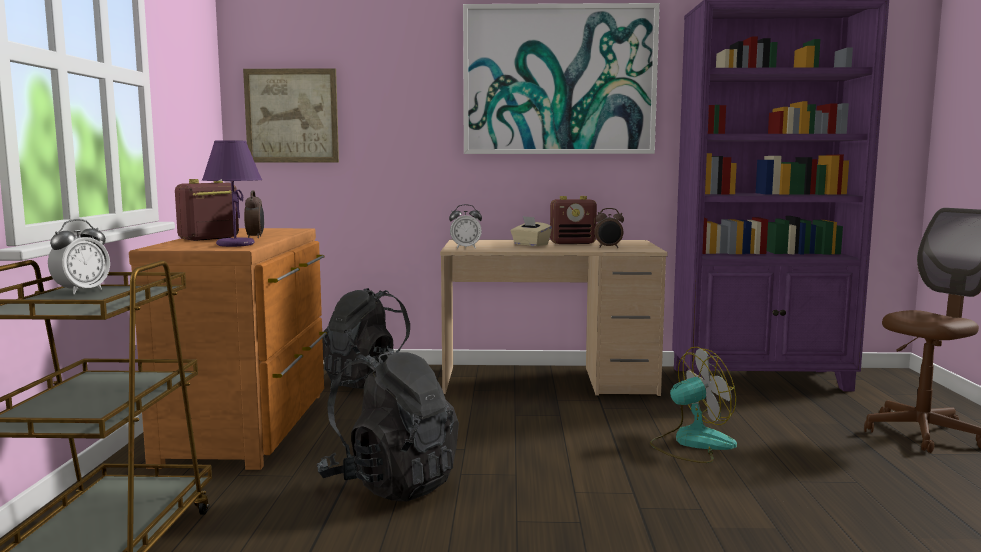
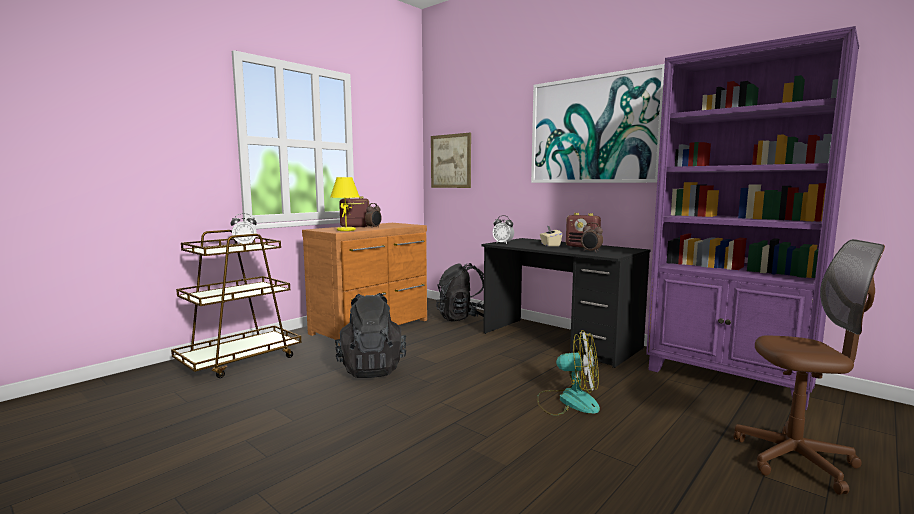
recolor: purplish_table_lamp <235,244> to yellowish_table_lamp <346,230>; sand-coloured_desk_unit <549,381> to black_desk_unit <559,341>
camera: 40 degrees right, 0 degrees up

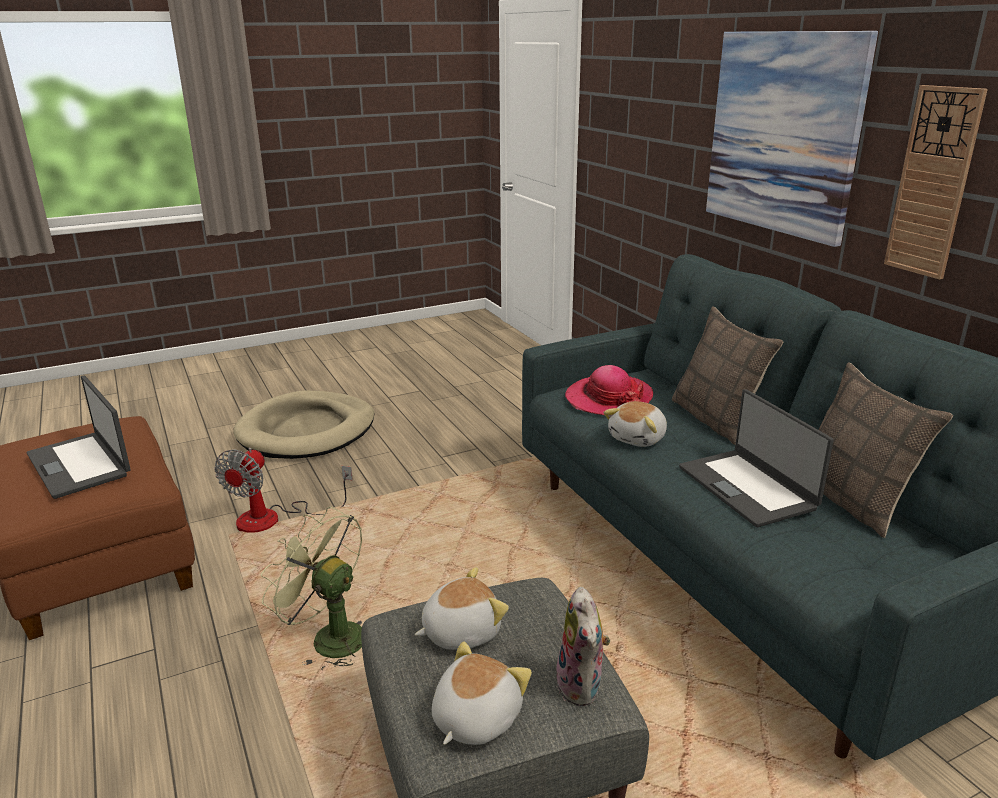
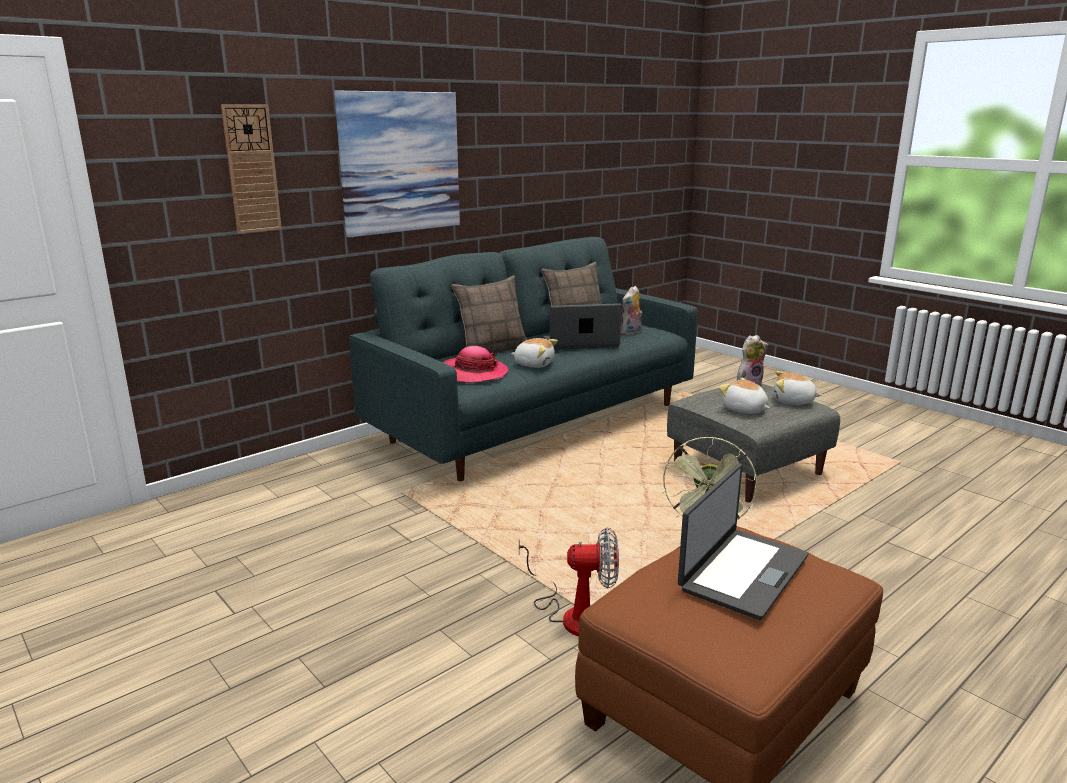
delete: sand-coloured_pet_bed <307,430>
insert: cuddly_toy <631,333>
move: clock_on_the_wall <933,183> to <251,169>
rotate: notebook_computer <748,487> = <581,343> 150 degrees counterclockwise
camera: 105 degrees left, 5 degrees down

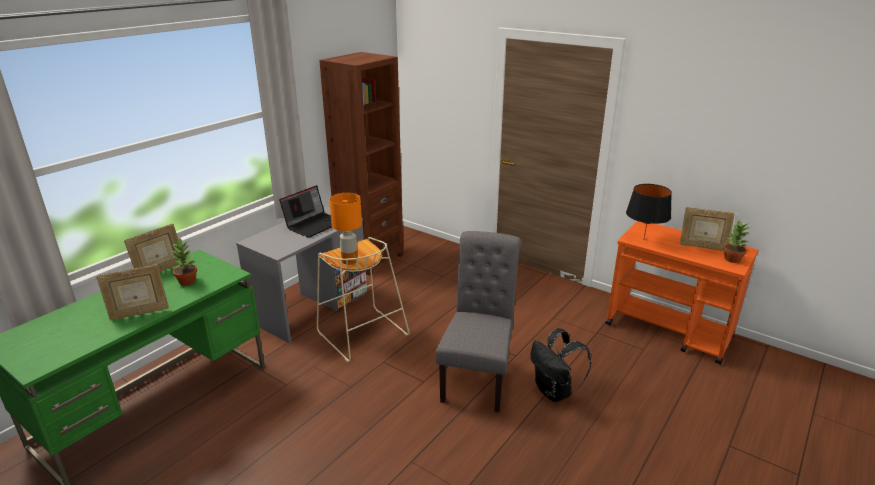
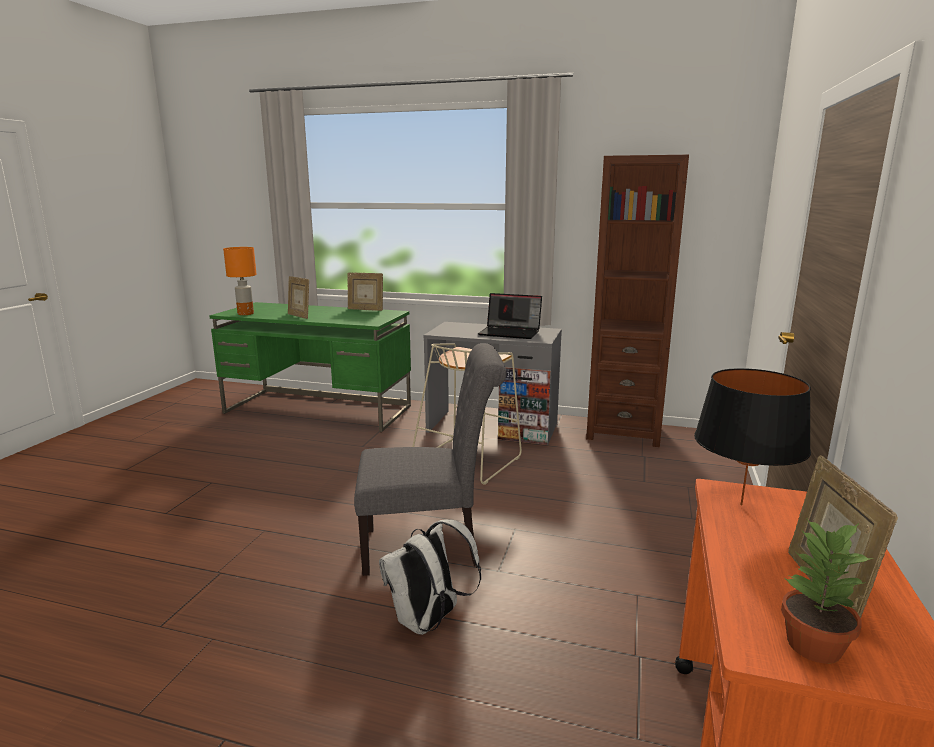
delete: plant_in_a_pot <188,281>
move: orangey_table_lamp <349,261> to <245,314>
recolor: black_rucksack <555,392> to white_rucksack <428,621>
camera: 70 degrees right, 10 degrees down

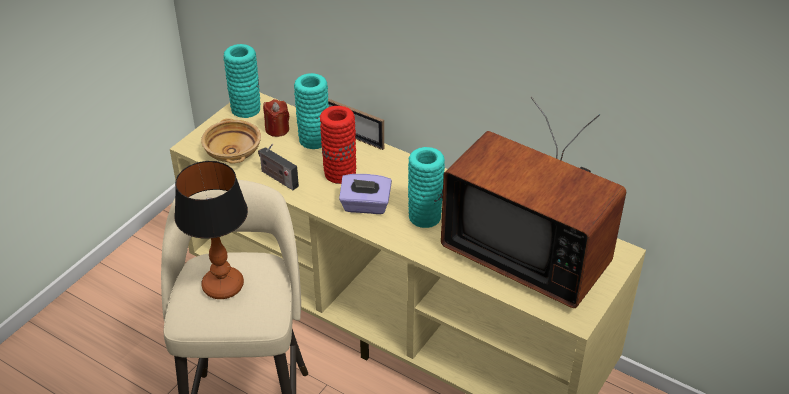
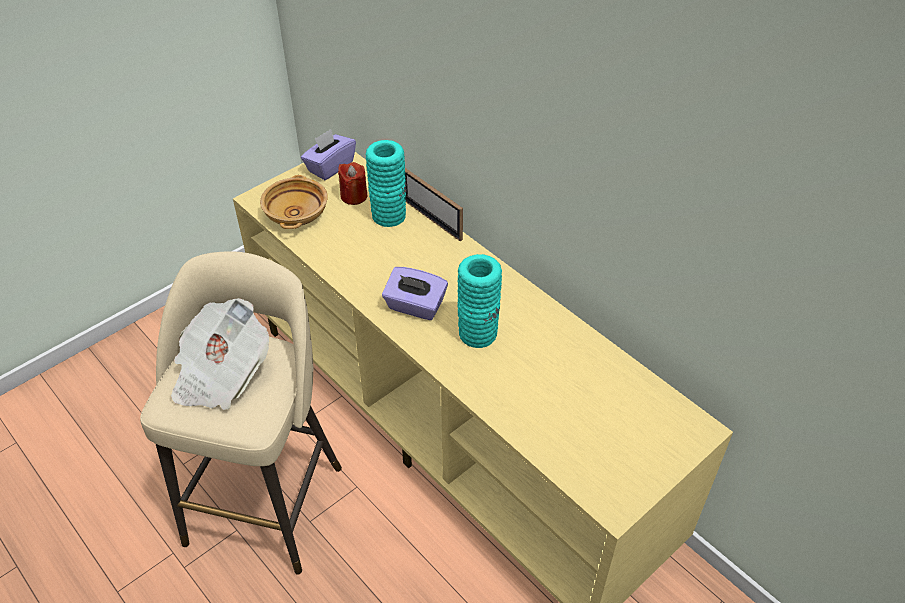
delete: radio_receiver <277,178>; red_flower_vase <340,173>; TV_set <529,253>
replace: table_lamp <223,286> to printed_paper <221,374>; turquoise-coloured_flower_vase <246,109> to purplish_tissue_box <330,167>
camera: 15 degrees right, 5 degrees up

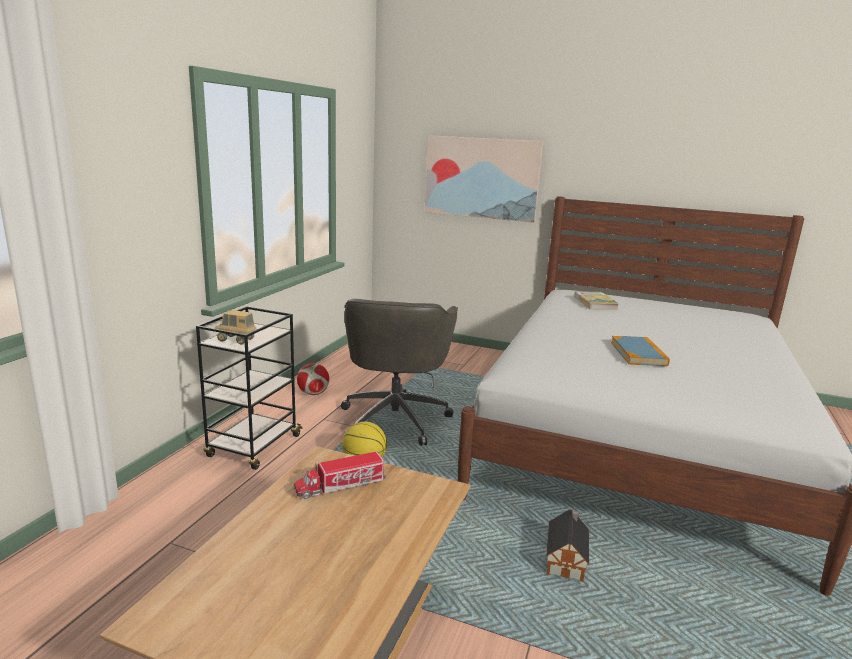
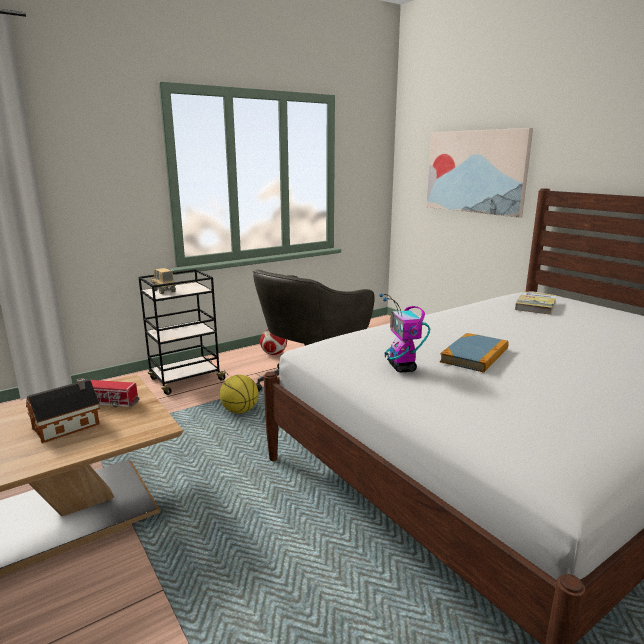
insert: robot_figure <402,368>
move: model_house <566,560> to <69,425>
camera: 35 degrees right, 0 degrees up

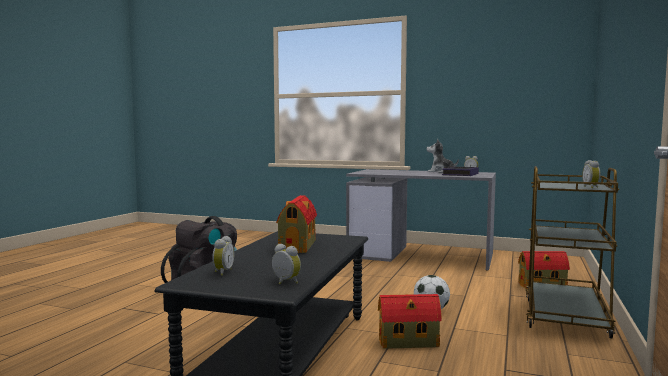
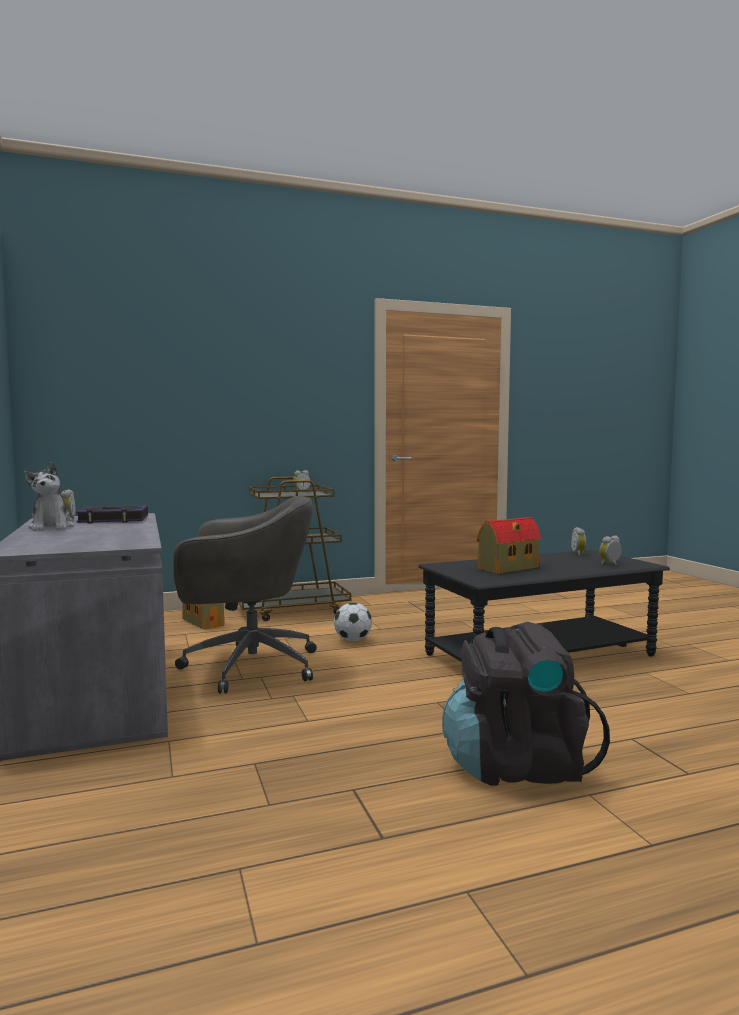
delete: model_house <410,342>
insert: grey_office_chair <247,666>
camera: 130 degrees left, 0 degrees up

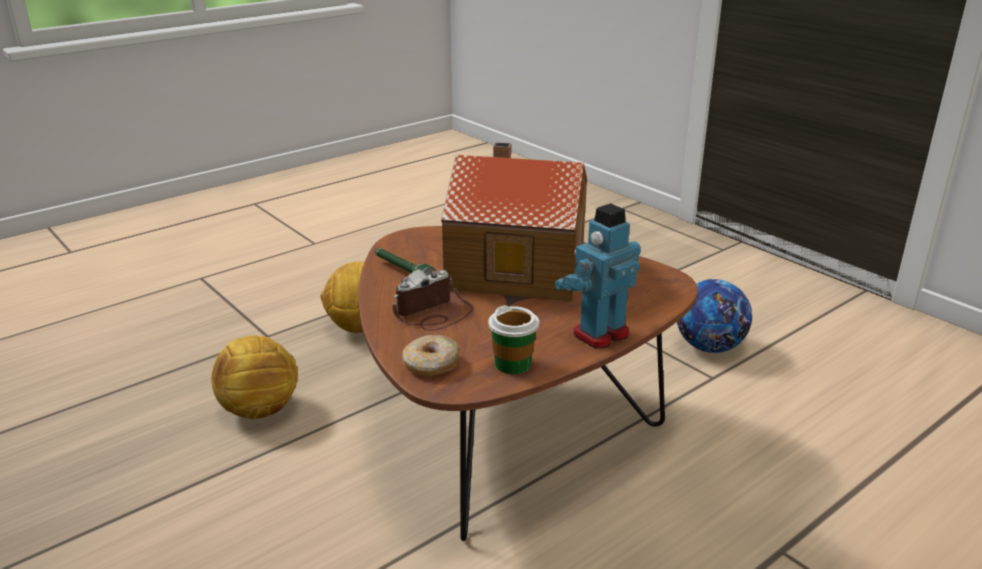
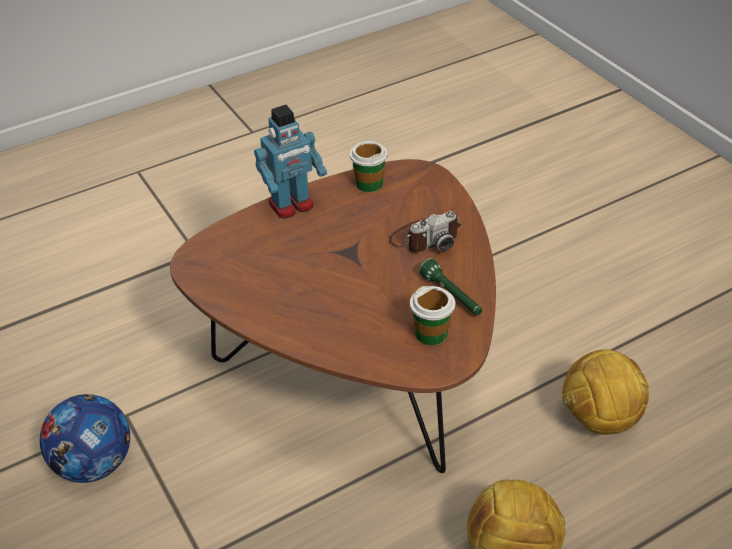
delete: doughnut <431,364>; model_house <515,265>
insert: cup <431,333>
camera: 170 degrees left, 15 degrees up

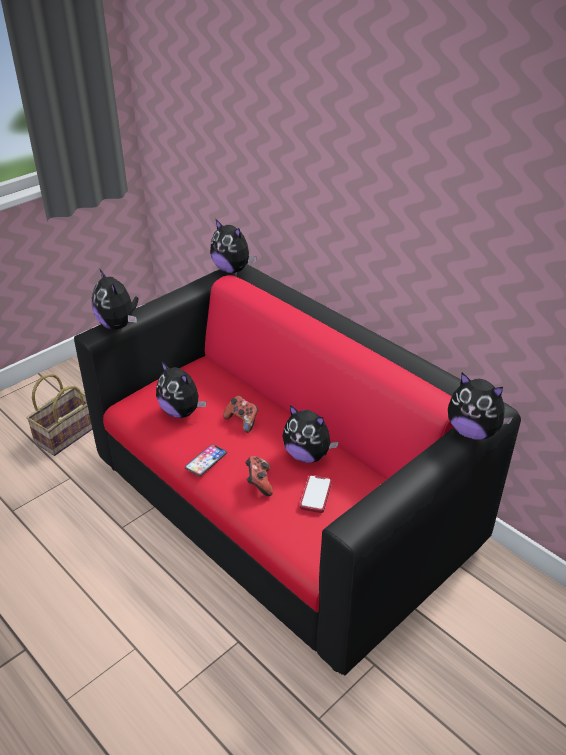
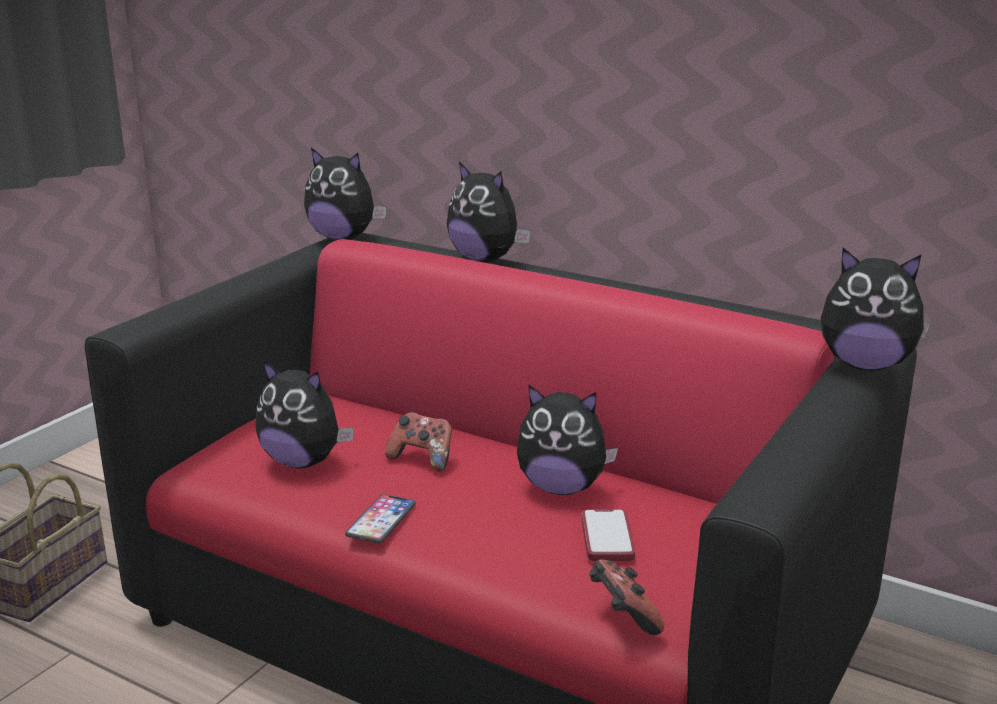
move: cuddly_toy <118,325> to <485,259>; joypad <259,483> to <622,617>
camera: 15 degrees left, 15 degrees down

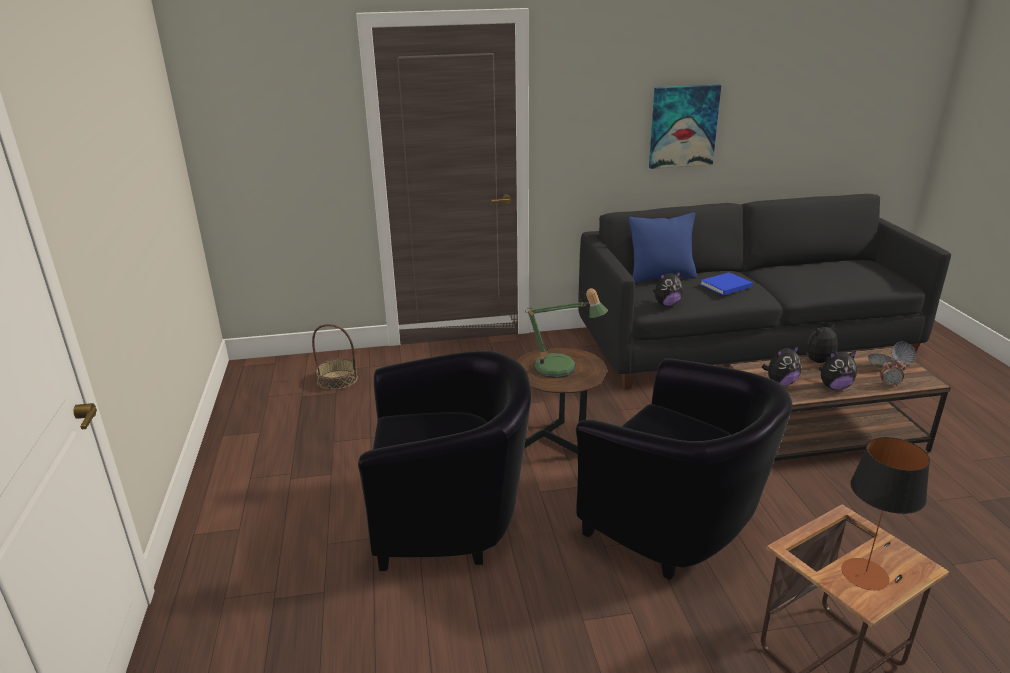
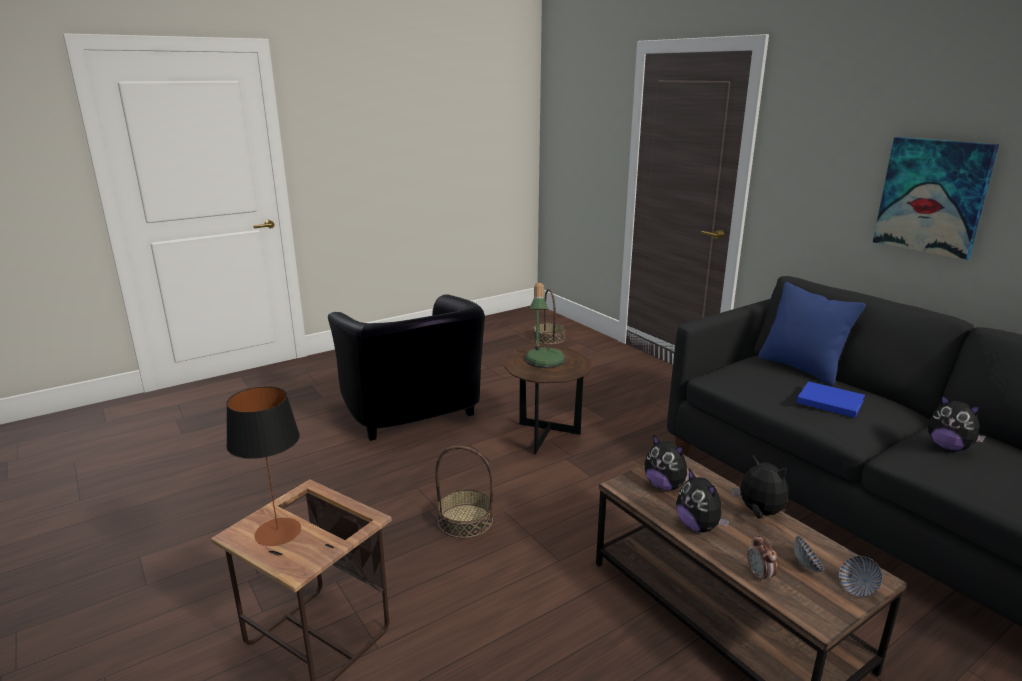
move: cuddly_toy <666,304> to <949,447>
replace: black_armchair <677,526> to basket <465,521>
camera: 65 degrees right, 5 degrees down

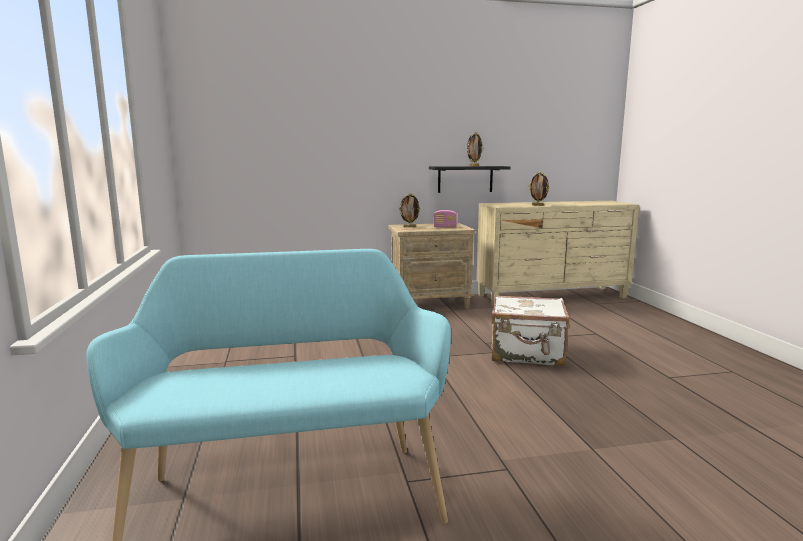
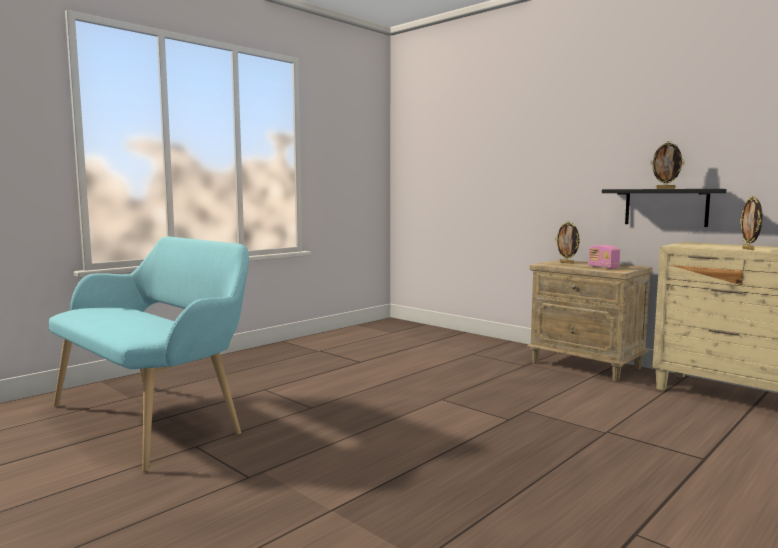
delete: white_travel_case <527,354>
camera: 55 degrees right, 5 degrees down

